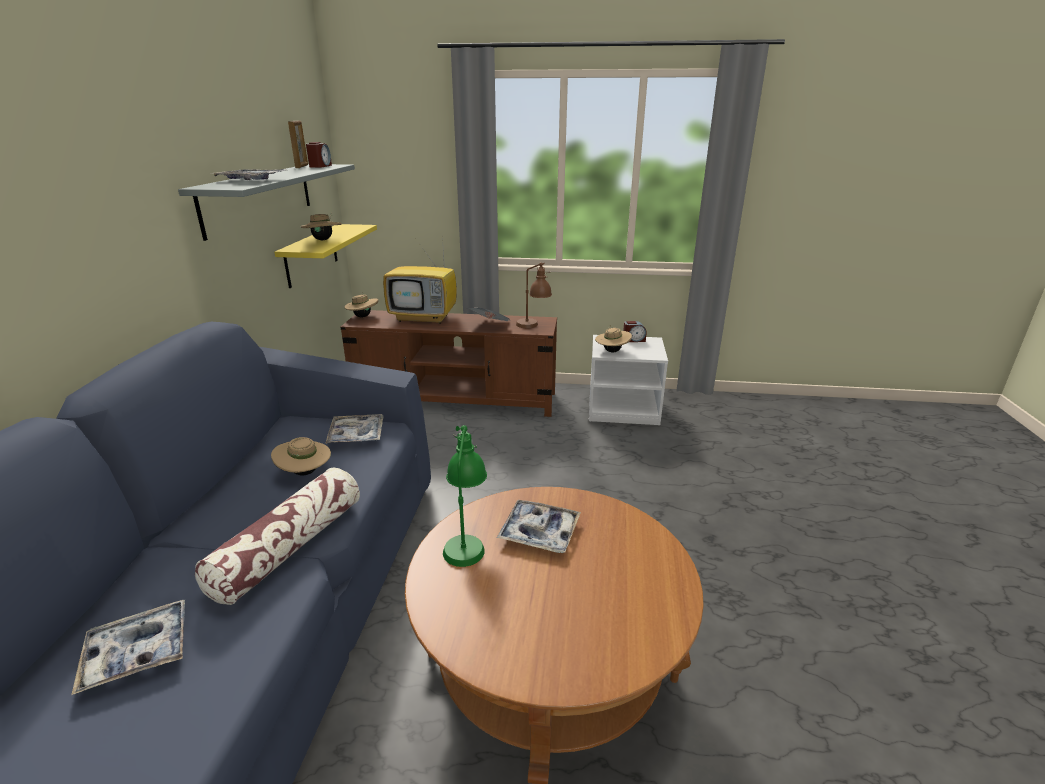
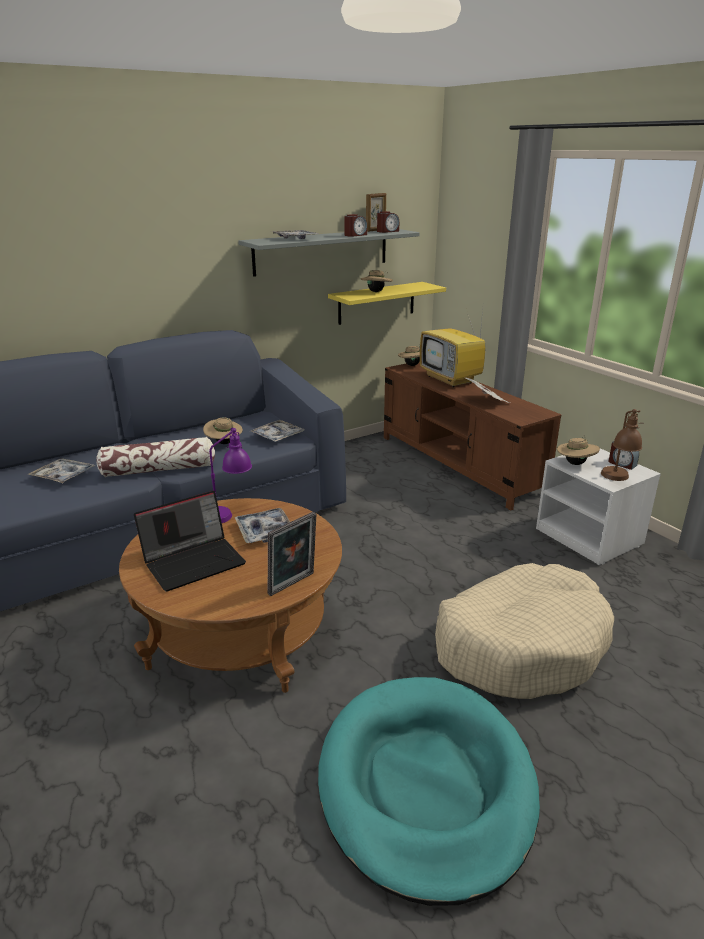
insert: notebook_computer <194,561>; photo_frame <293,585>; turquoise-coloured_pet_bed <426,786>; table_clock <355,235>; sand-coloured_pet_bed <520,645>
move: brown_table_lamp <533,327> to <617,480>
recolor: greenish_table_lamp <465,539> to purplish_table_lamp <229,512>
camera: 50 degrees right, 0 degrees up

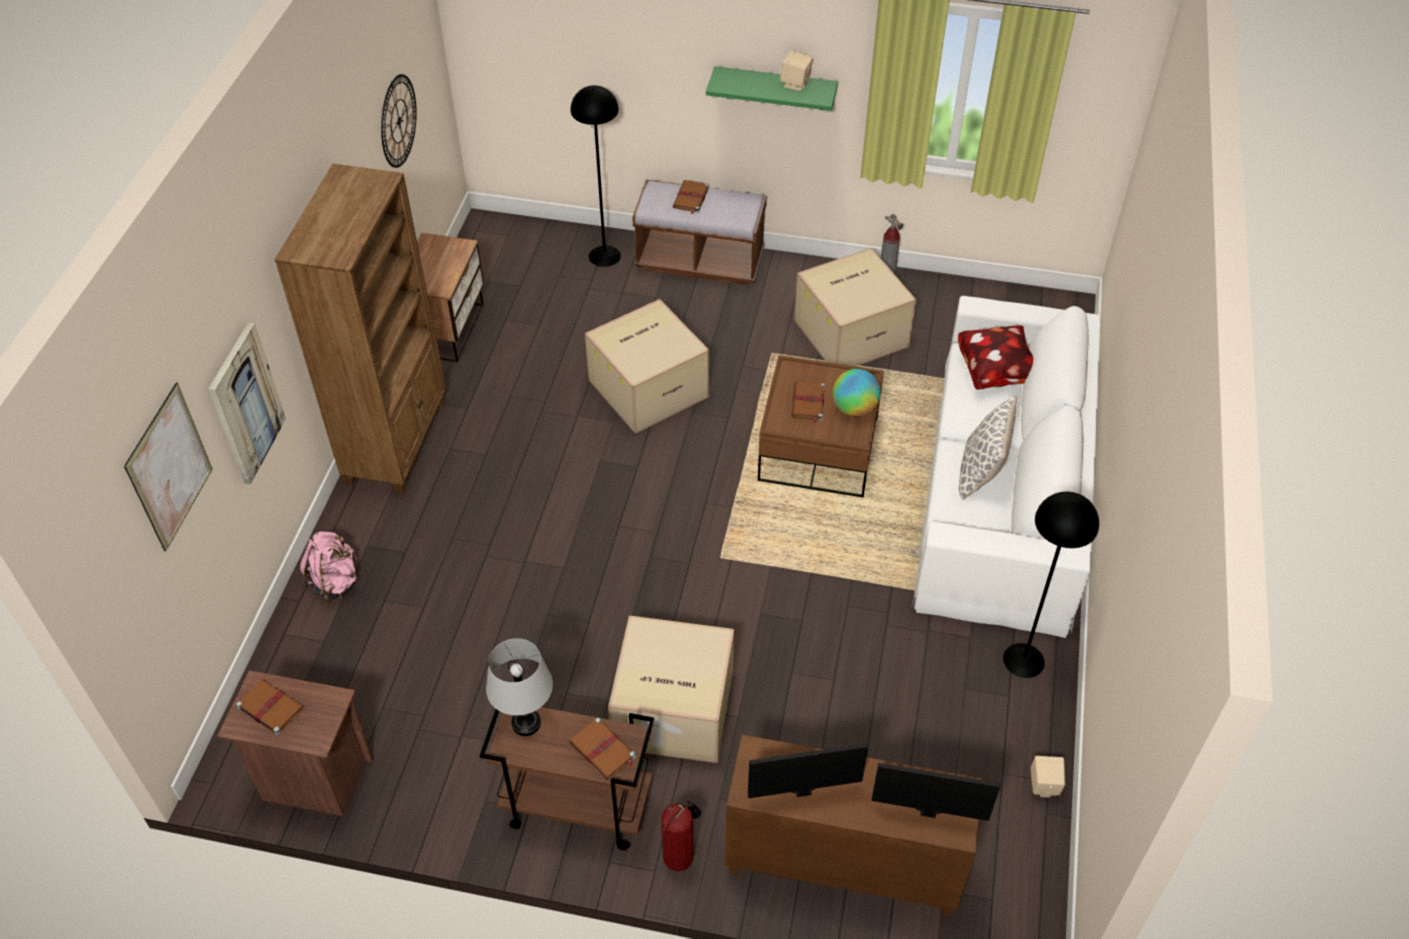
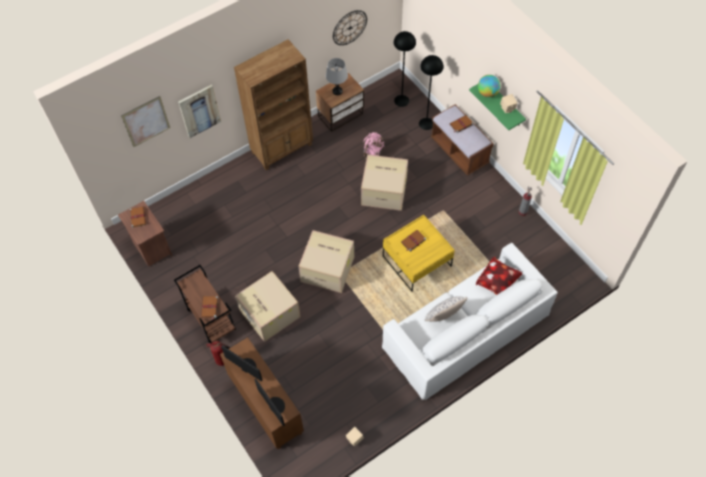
move: pink-coloured_rucksack <335,582> to <373,152>; grey_table_lamp <526,723> to <337,91>; cardboard_box <851,332> to <328,268>; desk_globe <854,408> to <487,93>; black_standing_lamp <1023,660> to <401,100>
recolor: brown_coffee_table <818,450> to yellowish_coffee_table <417,261>
camera: 45 degrees right, 10 degrees up

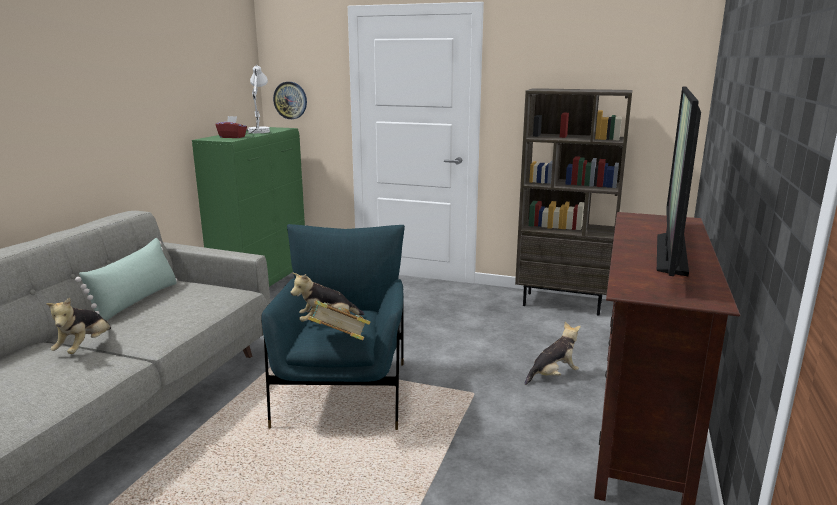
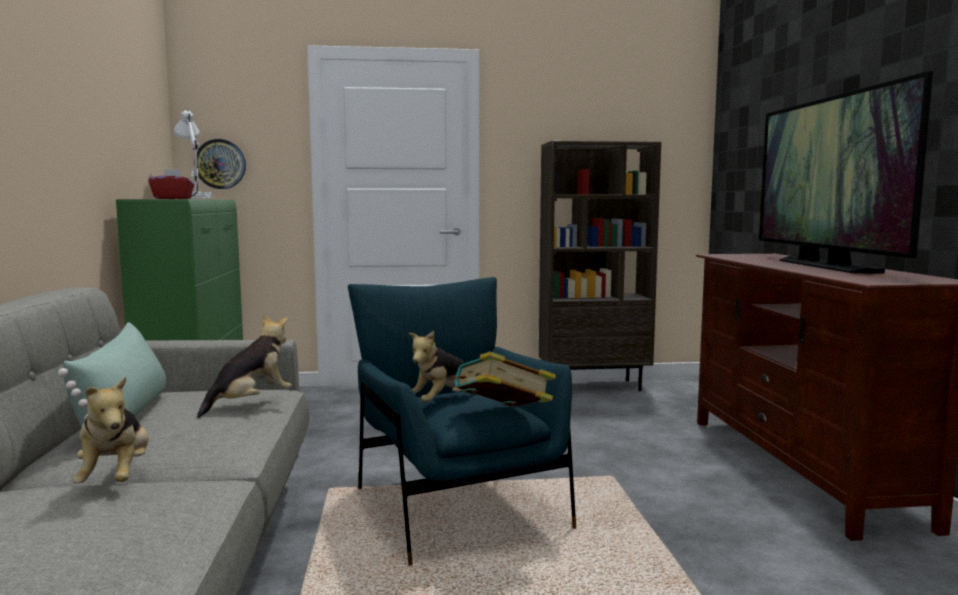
move: cuddly_toy <553,375> to <250,403>
camera: 25 degrees left, 10 degrees down

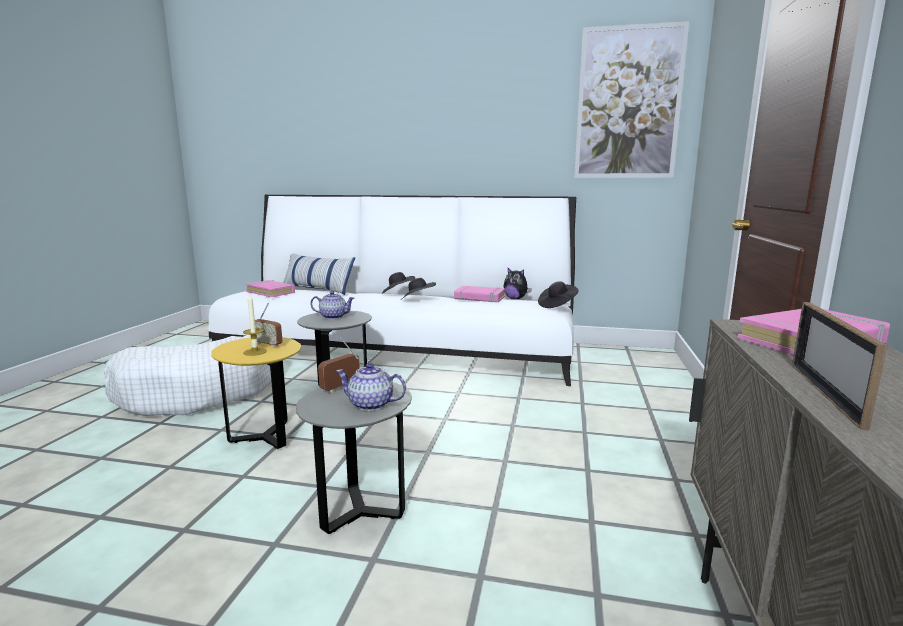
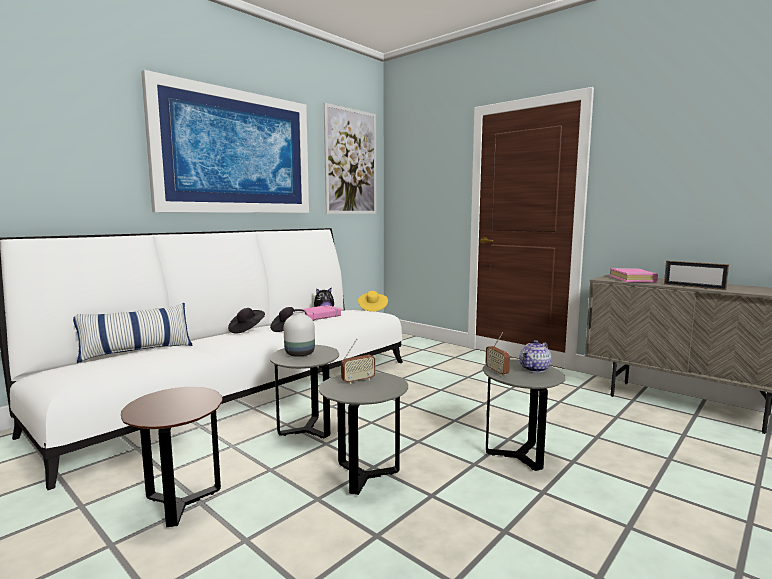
delete: wax_candle <255,352>; pink-coloured_volume <271,292>
insert: wall_picture <235,152>
replace: white_pet_bed <201,391> to brown_accent_table <181,504>; tea_pot <333,317> to white_flower_vase <299,354>
recolor: yellowish_accent_table <265,437> to grey_accent_table <364,476>; black_wearable_hat <557,305> to yellowish_wearable_hat <372,308>
camera: 60 degrees left, 5 degrees down

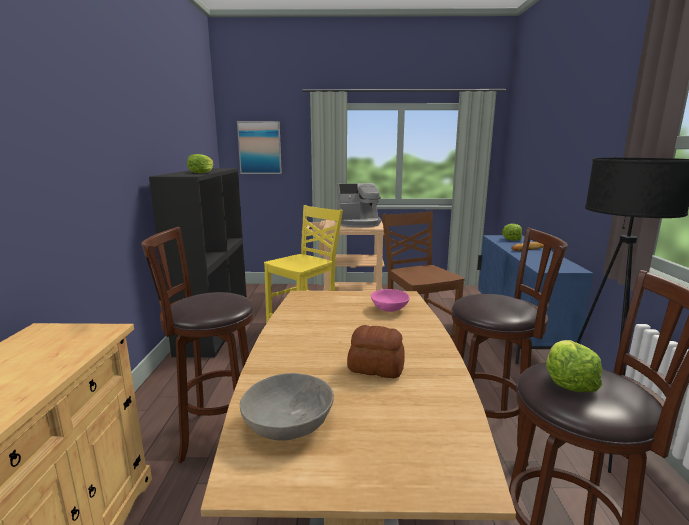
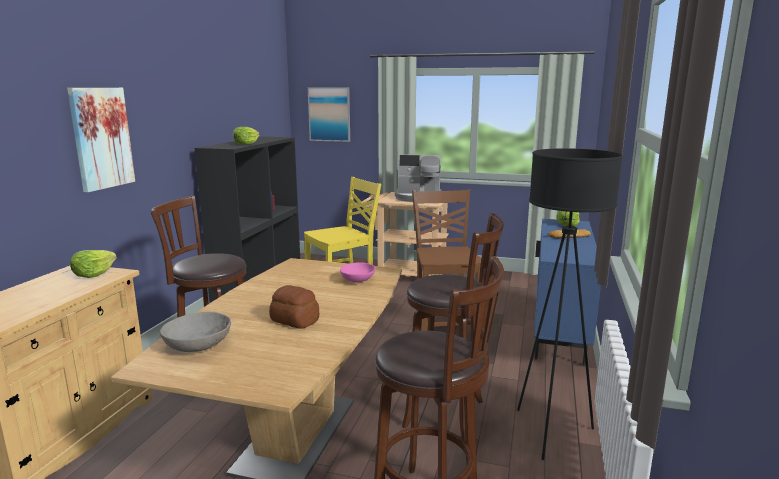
insert: wall_picture <101,138>
move: head_of_lettuce <568,381> to <94,274>
camera: 15 degrees right, 0 degrees up

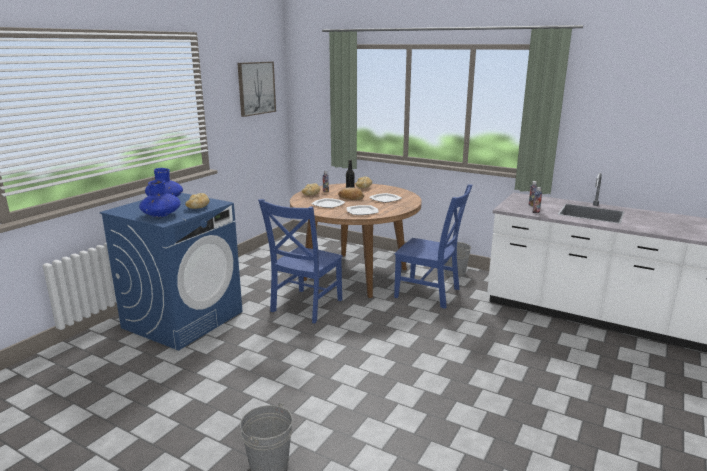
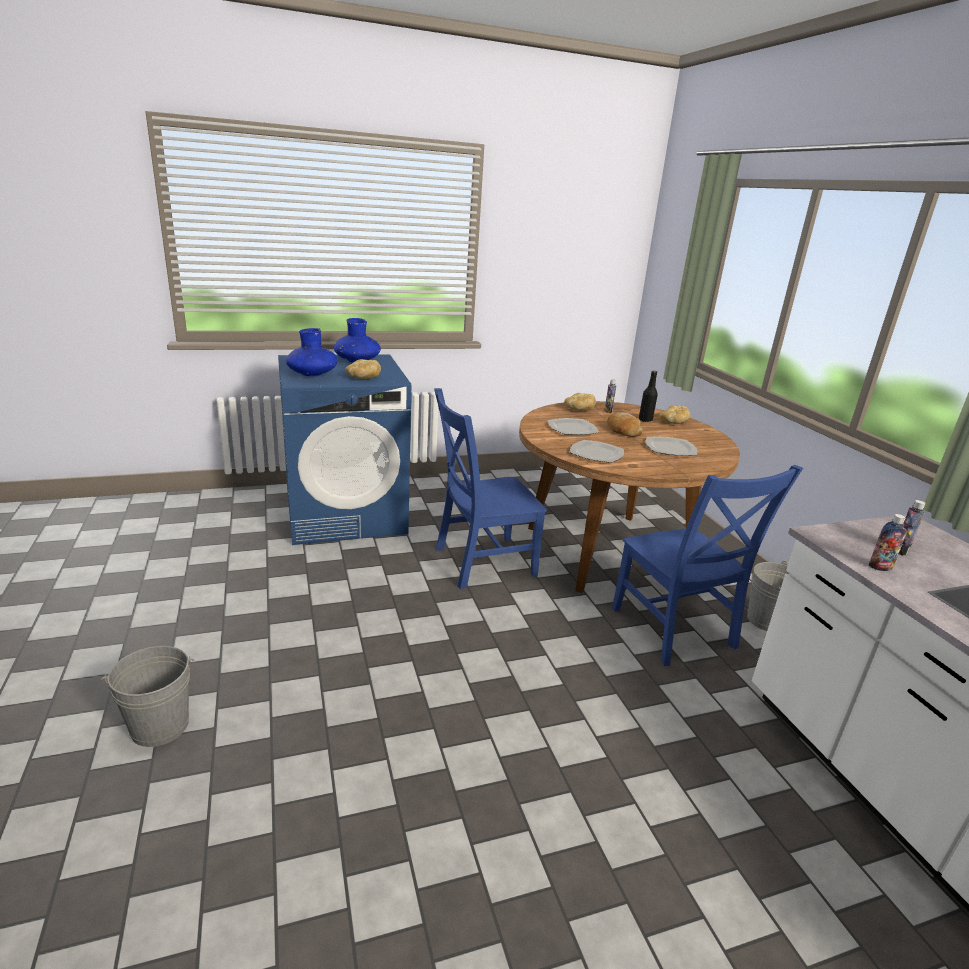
delete: wall_picture <256,88>
camera: 40 degrees right, 5 degrees up

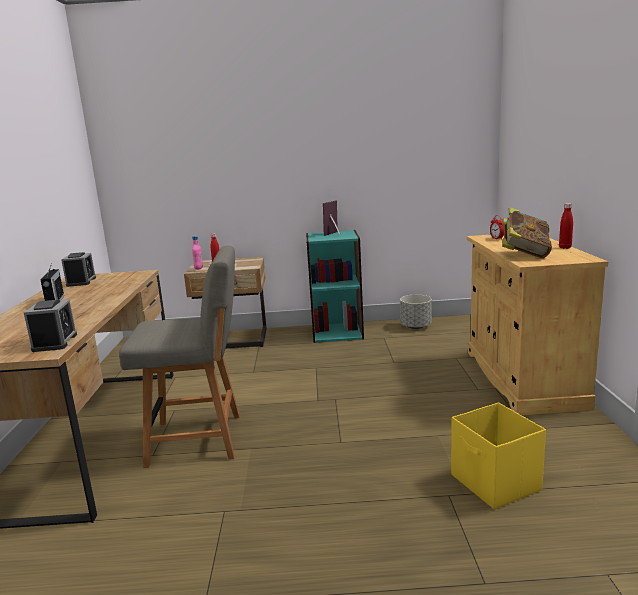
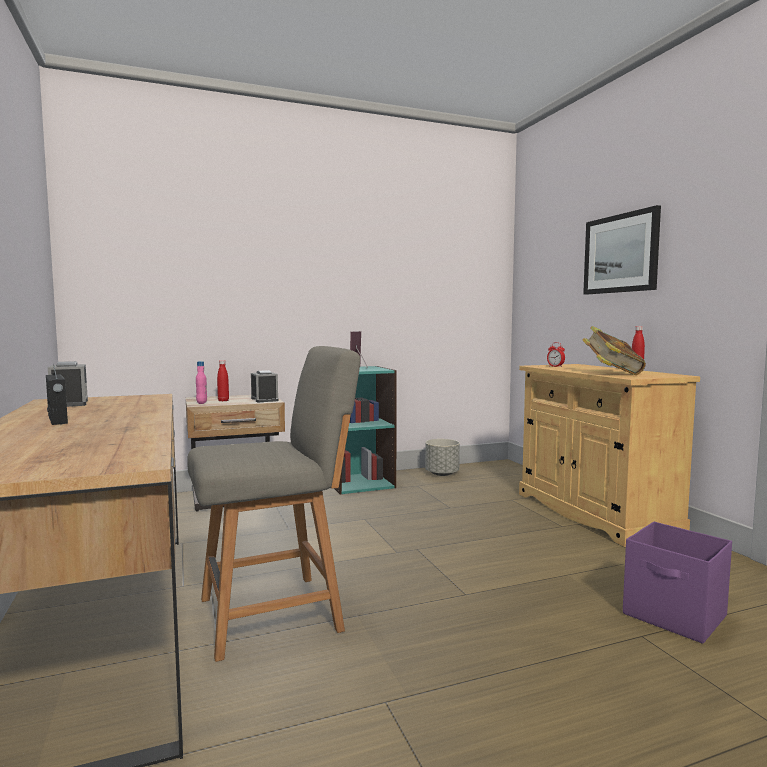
insert: wall_picture <620,253>
move: table_clock <55,342> to <264,399>
recolor: yellowish_storage_bin <495,483> to purplish_storage_bin <675,616>
camera: 20 degrees left, 10 degrees down

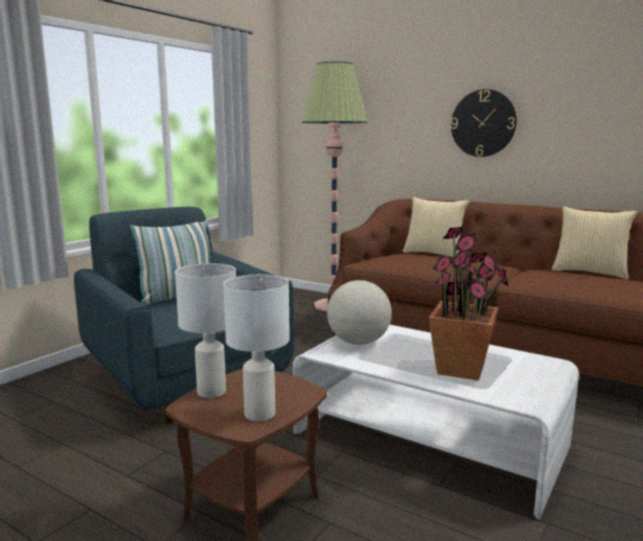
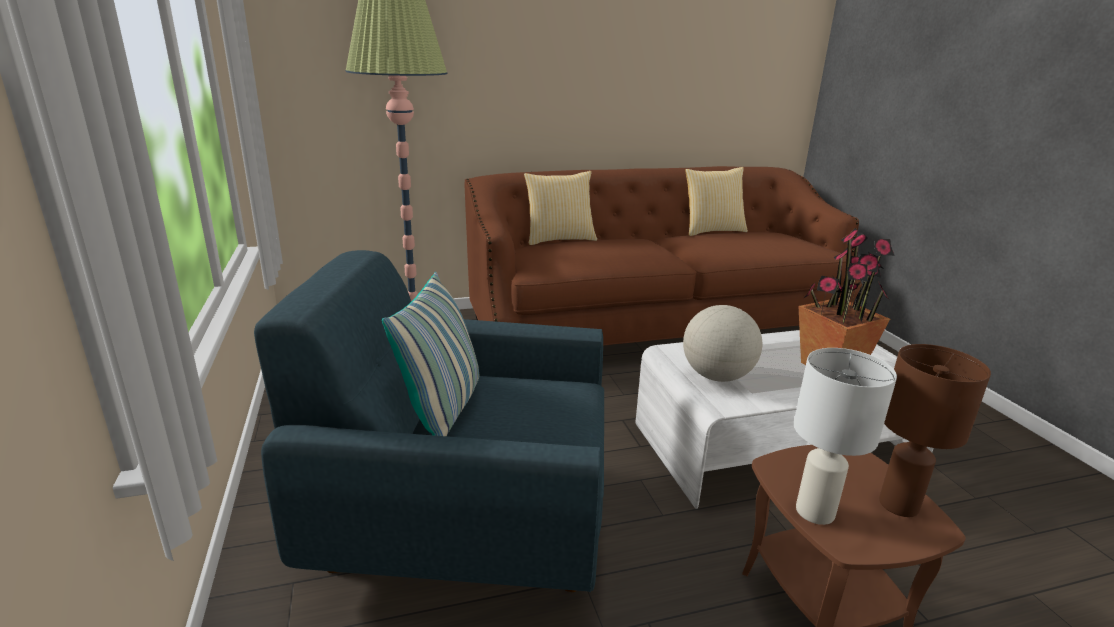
delete: clock_on_the_wall <483,123>
recolor: white_table_lamp <260,413> to brown_table_lamp <898,504>
camera: 50 degrees left, 10 degrees up

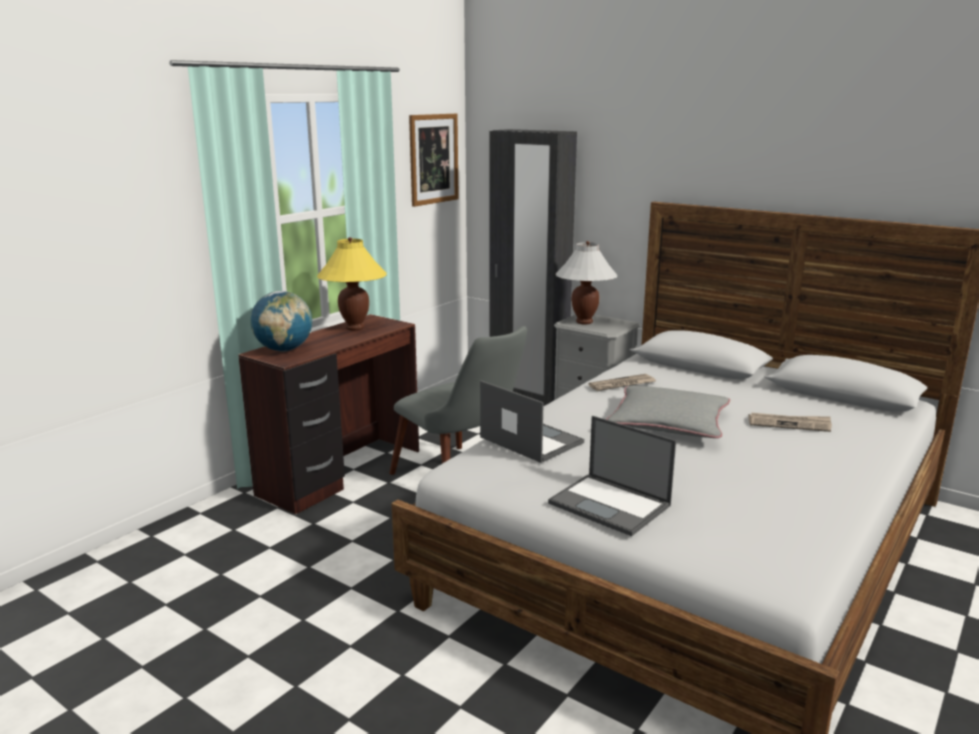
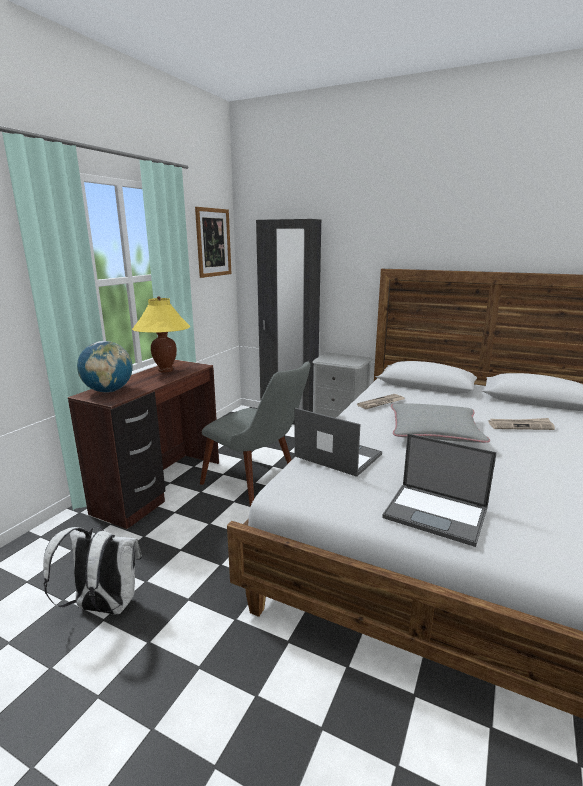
delete: white_table_lamp <584,322>
insert: white_rucksack <103,607>
camera: 10 degrees left, 0 degrees up

